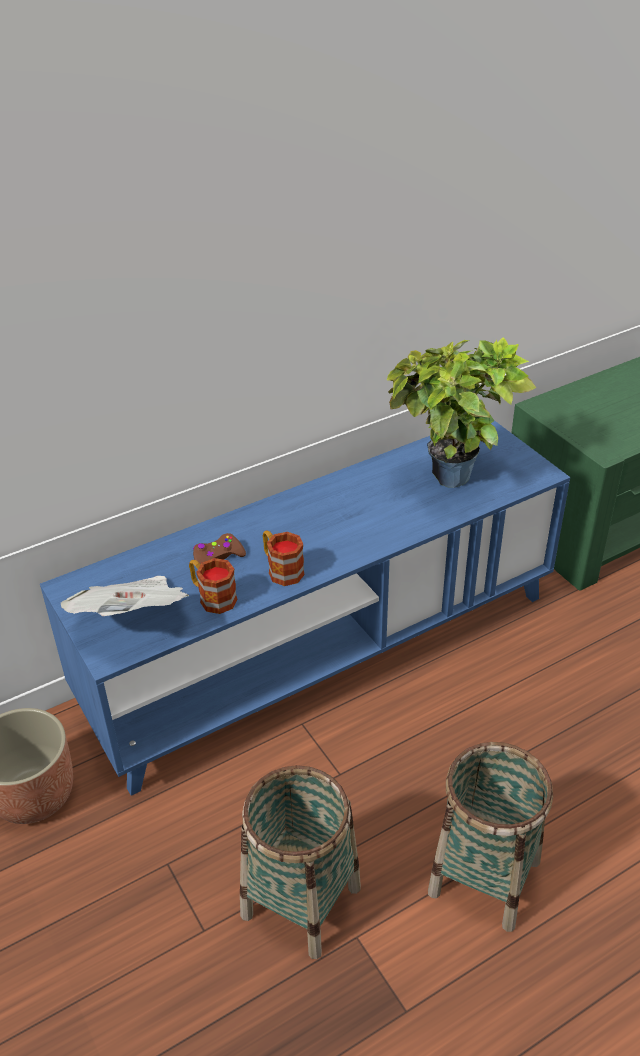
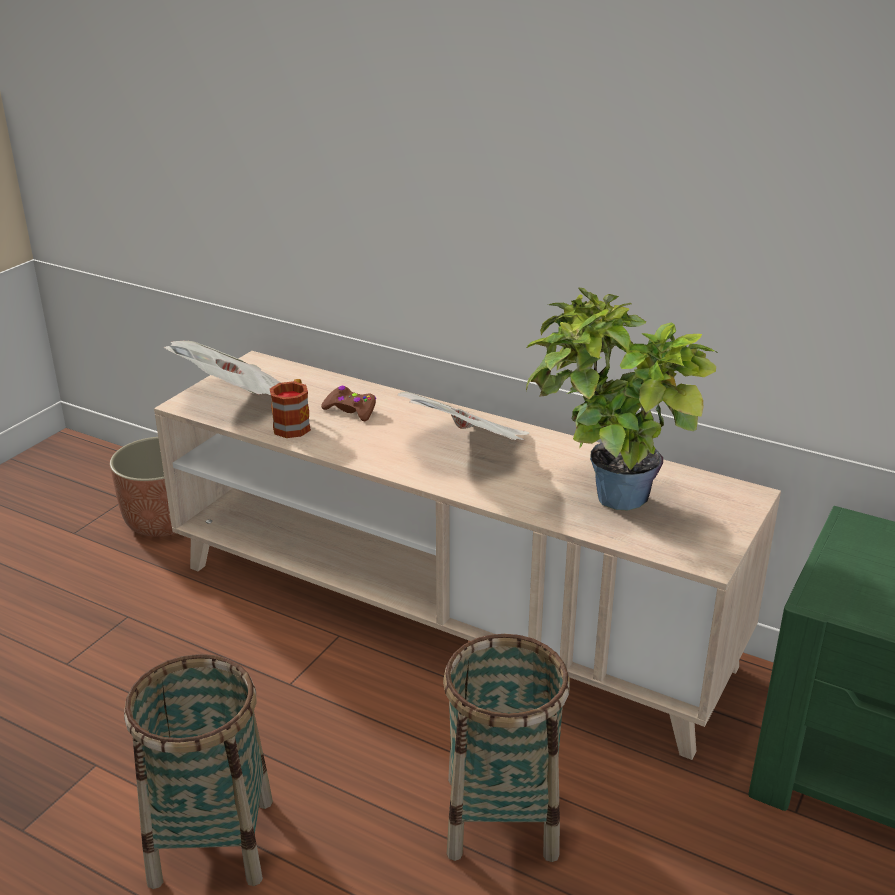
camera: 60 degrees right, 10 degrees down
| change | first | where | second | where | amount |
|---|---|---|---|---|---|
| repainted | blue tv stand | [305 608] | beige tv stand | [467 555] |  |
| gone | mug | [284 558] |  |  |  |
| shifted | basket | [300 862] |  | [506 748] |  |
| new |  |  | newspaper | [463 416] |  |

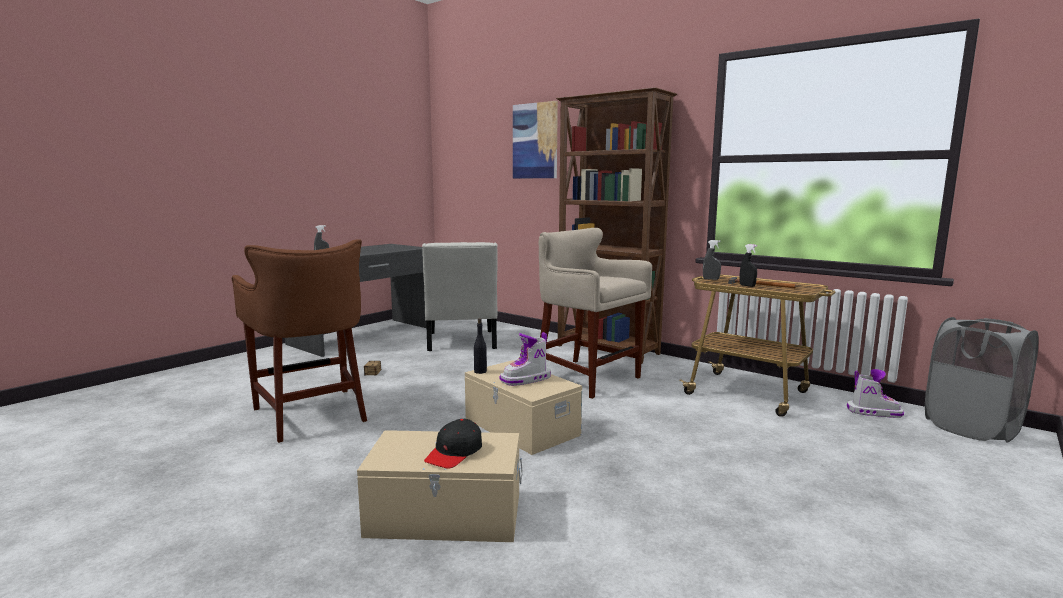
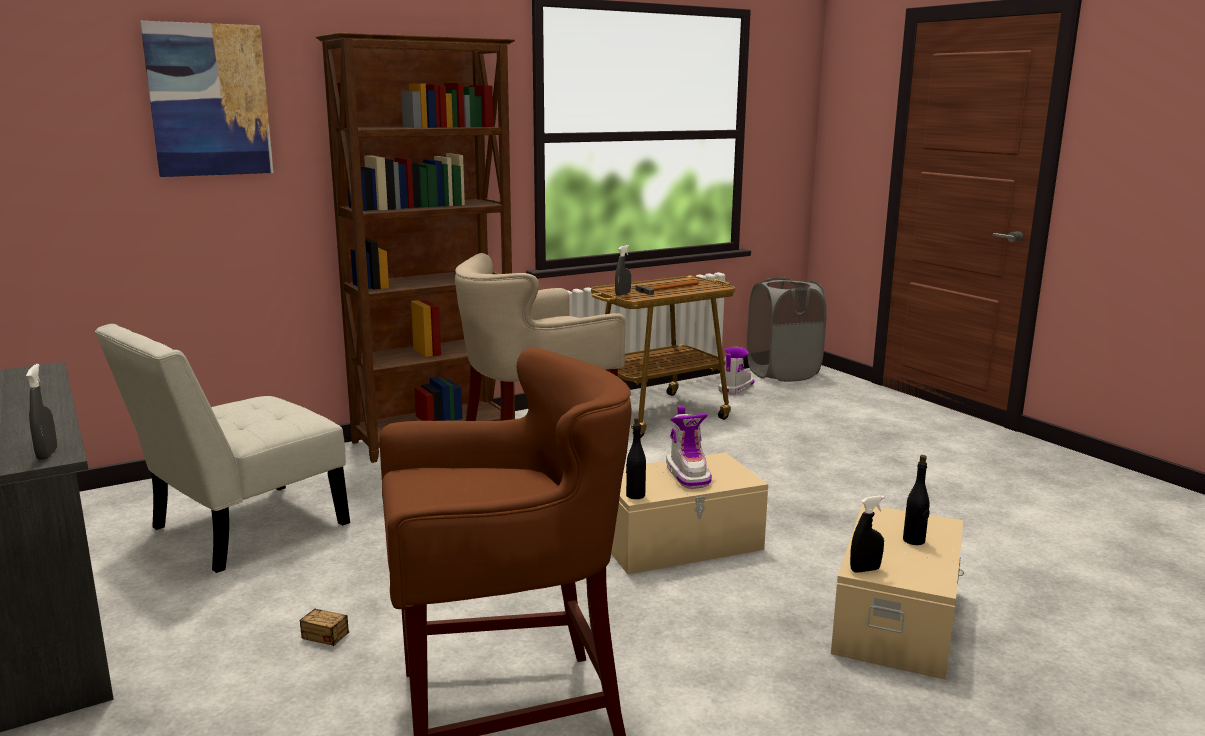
camera: 70 degrees left, 5 degrees up
| change | first | where | second | where | amount |
|---|---|---|---|---|---|
| rotated | white chair | [460 296] |  | [222 448] | 120 degrees clockwise |
| shifted | black spray bottle | [748 265] |  | [867 534] |  |
| swapped | black cap | [453 444] | black bottle | [916 500] |  |

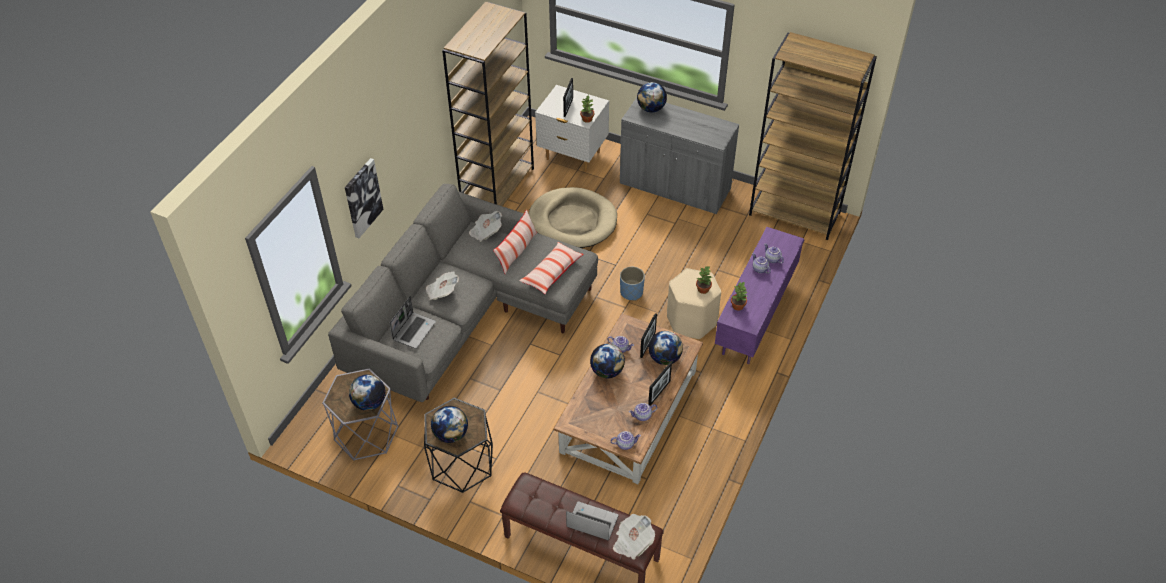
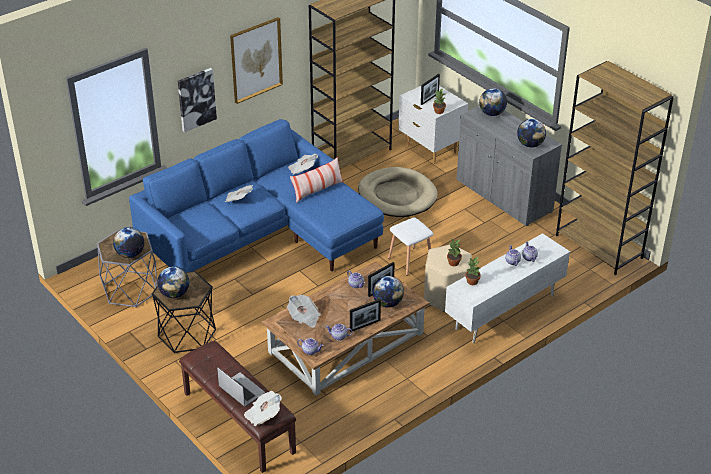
camera: 25 degrees right, 10 degrees down
| change | first | where | second | where | amount |
|---|---|---|---|---|---|
| repainted | grey sofa | [463 293] | blue sofa | [256 195] |  |
| repainted | purple tv stand | [759 295] | white tv stand | [507 288] |  |
| gone | pillow | [551 268] |  |  |  |
| swapped | blue planter | [632 284] | white stool | [410 247] |  |
| gone | laptop | [412 322] |  |  |  |
| shifted | globe | [607 361] |  | [531 133] |  |
| new |  |  | picture | [256 60] |  |
| new |  |  | newspaper | [304 311] |  |

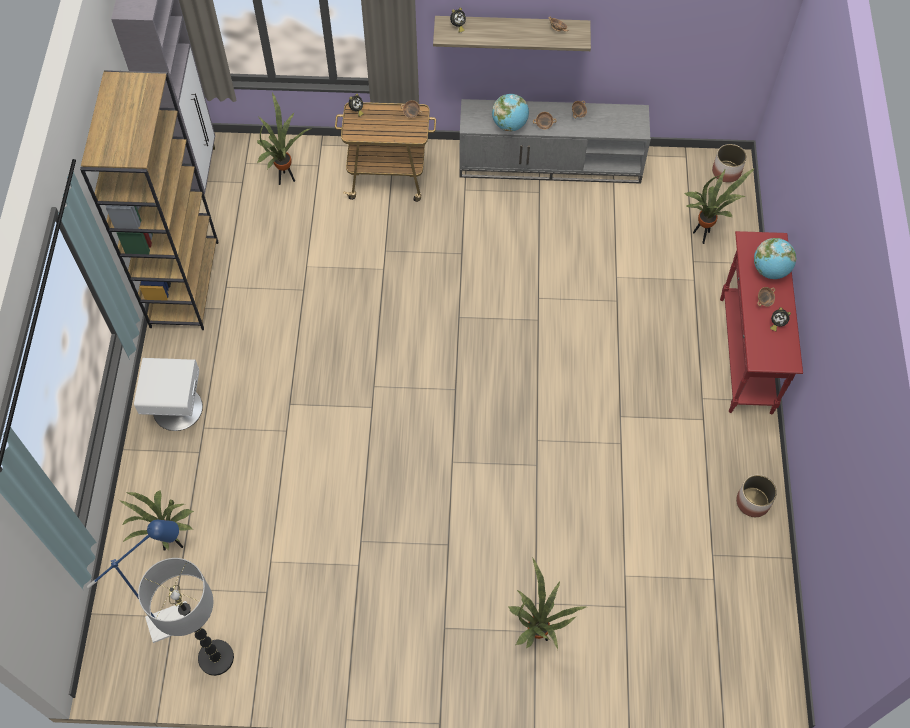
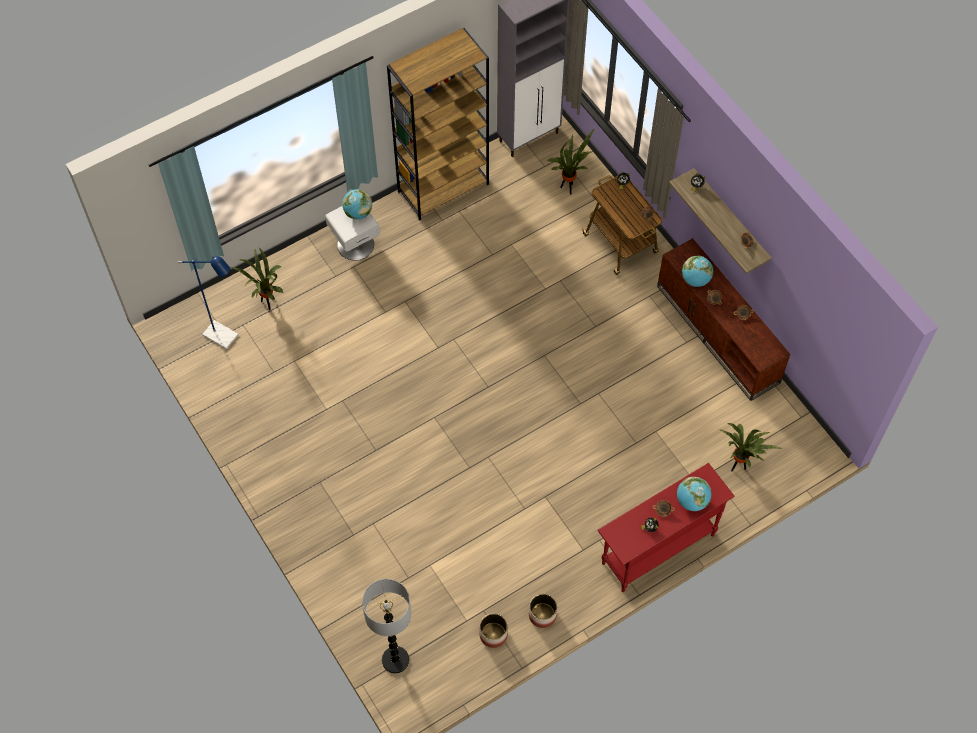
camera: 55 degrees right, 0 degrees up
| change | first | where | second | where | amount |
|---|---|---|---|---|---|
| repainted | grey tv stand | [555 141] | brown tv stand | [723 319] |  |
| shifted | planter | [729 163] |  | [493 630] |  |
| shifted | floor lamp | [186 617] |  | [386 626] |  |
| gone | potted plant | [547 604] |  |  |  |
| new |  |  | globe | [357 204] |  |

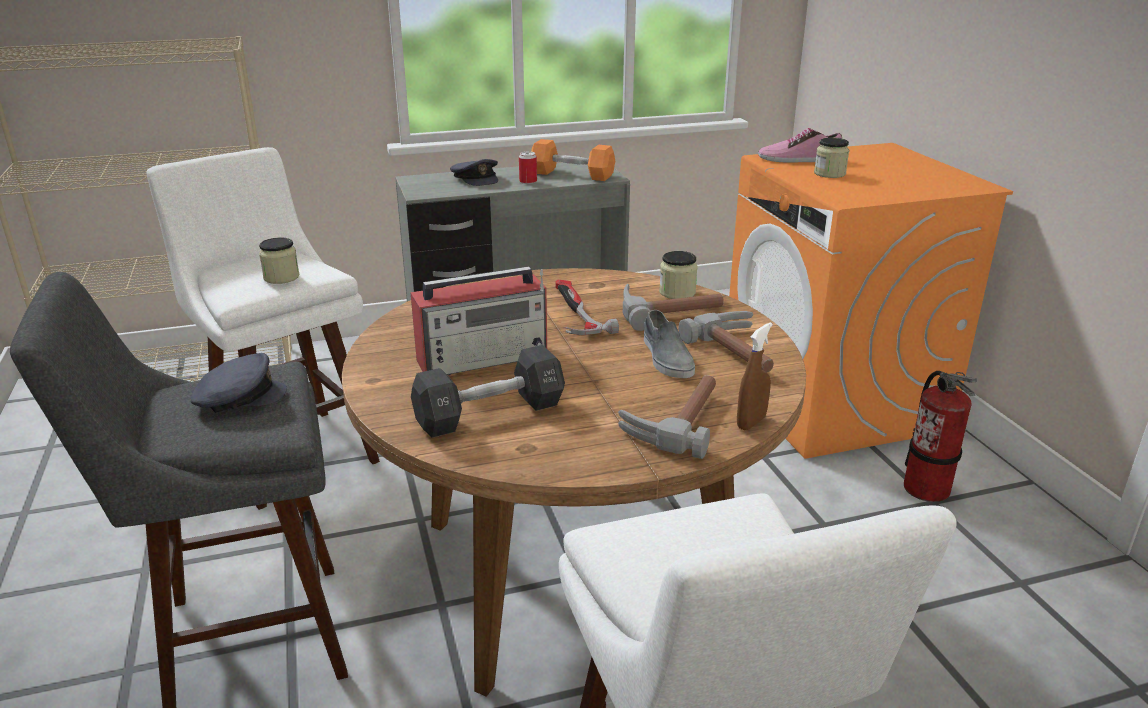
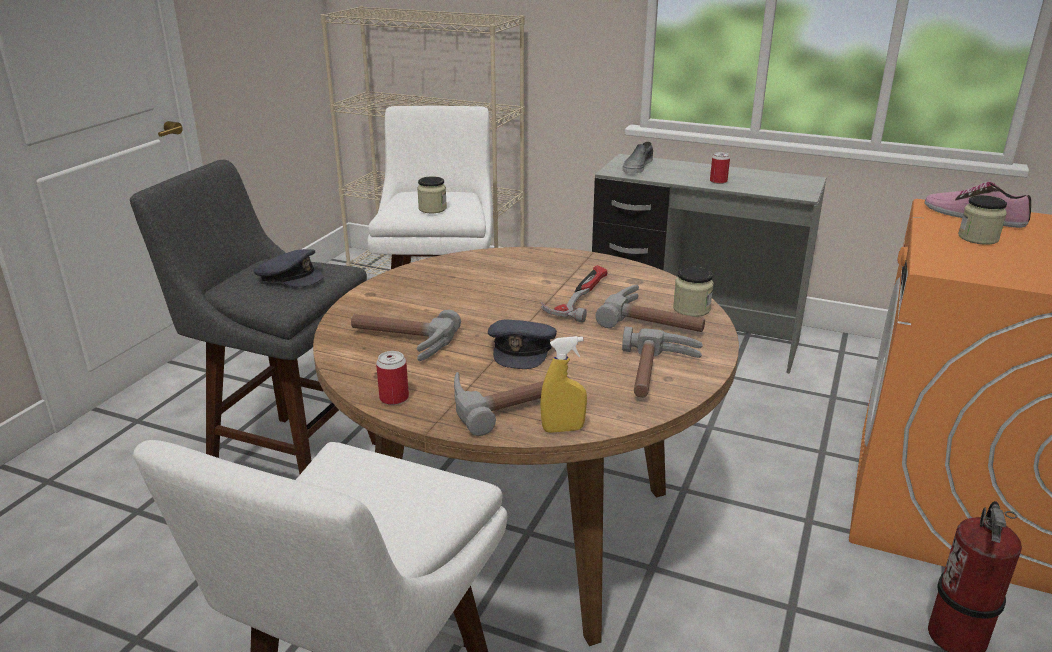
camera: 40 degrees right, 0 degrees up
| change | first | where | second | where | amount |
|---|---|---|---|---|---|
| gone | orange dumbbell | [573 160] |  |  |  |
| shifted | grey cap | [474 172] |  | [522 344] |  |
| gone | radio | [478 320] |  |  |  |
| shifted | grey shoe | [669 344] |  | [638 157] |  |
| repainted | brown spray bottle | [755 376] | yellow spray bottle | [563 384] |  |
| swapped | black dumbbell | [488 391] | hammer | [406 335] |  |
| new |  |  | can | [392 378] |  |

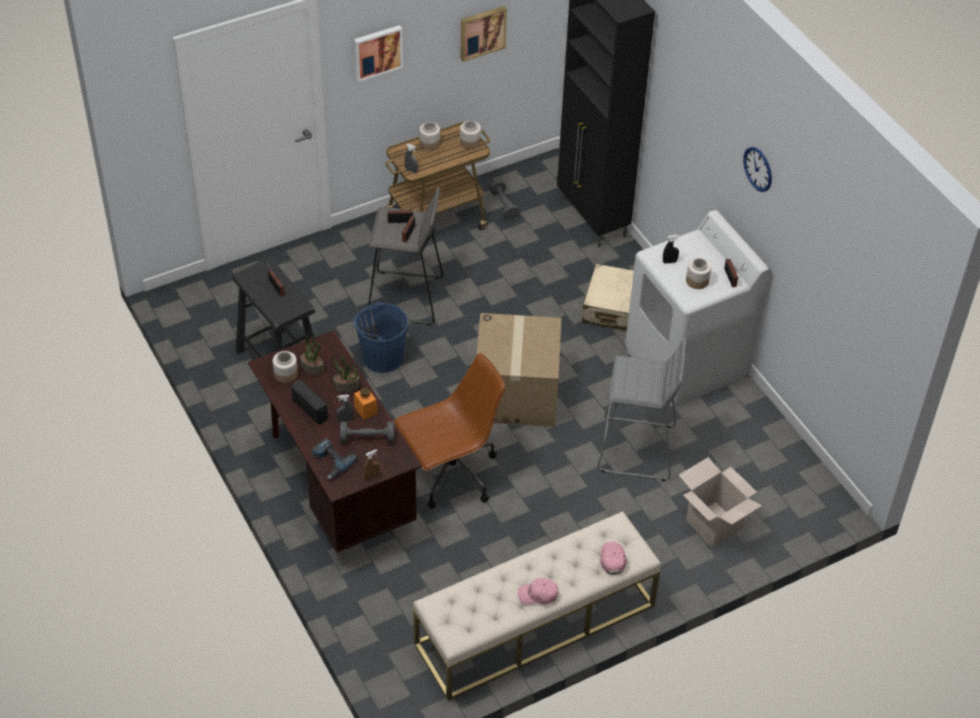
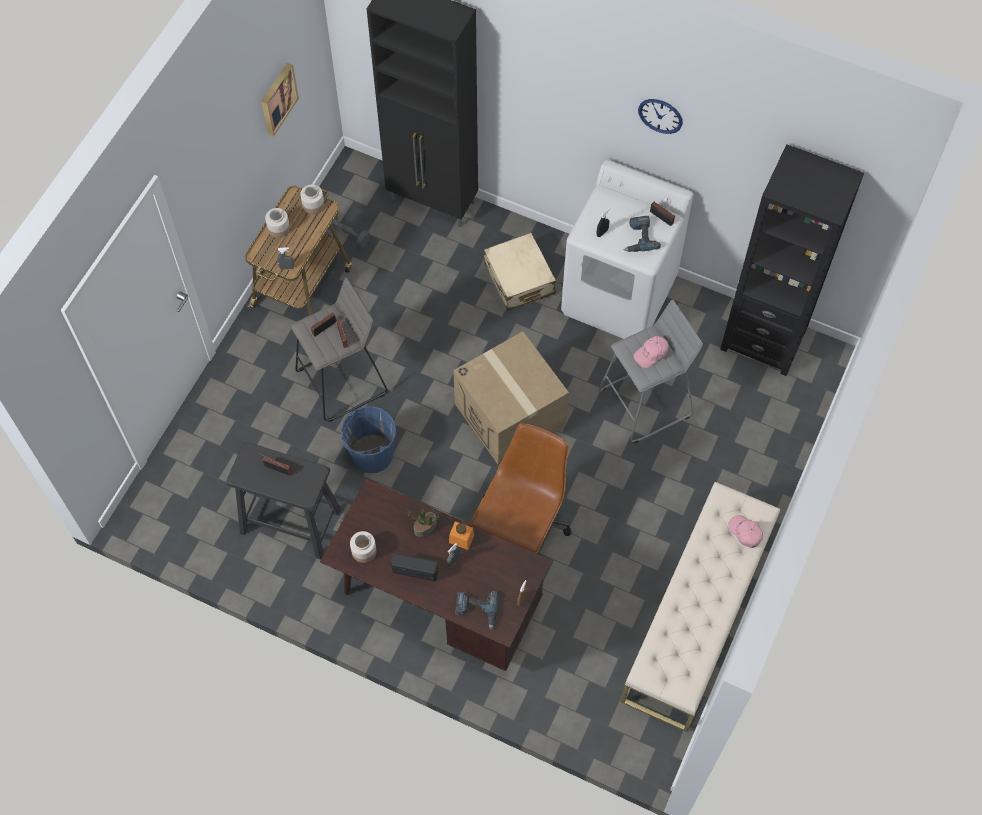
camera: 35 degrees left, 15 degrees up
| change | first | where | second | where | amount |
|---|---|---|---|---|---|
| gone | picture | [378 53] |  |  |  |
| swapped | jar | [698 273] | power drill | [642 234] |  |
| gone | potted plant | [312 353] |  |  |  |
| gone | grey dumbbell | [367 432] |  |  |  |
| gone | cardboard box | [720 502] |  |  |  |
| shifted | pink cap | [538 591] |  | [651 352] |  |
| new |  |  | black bookcase | [792 260] |  |

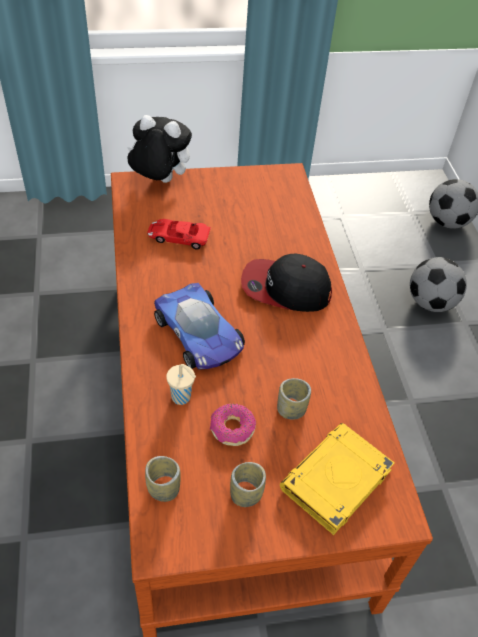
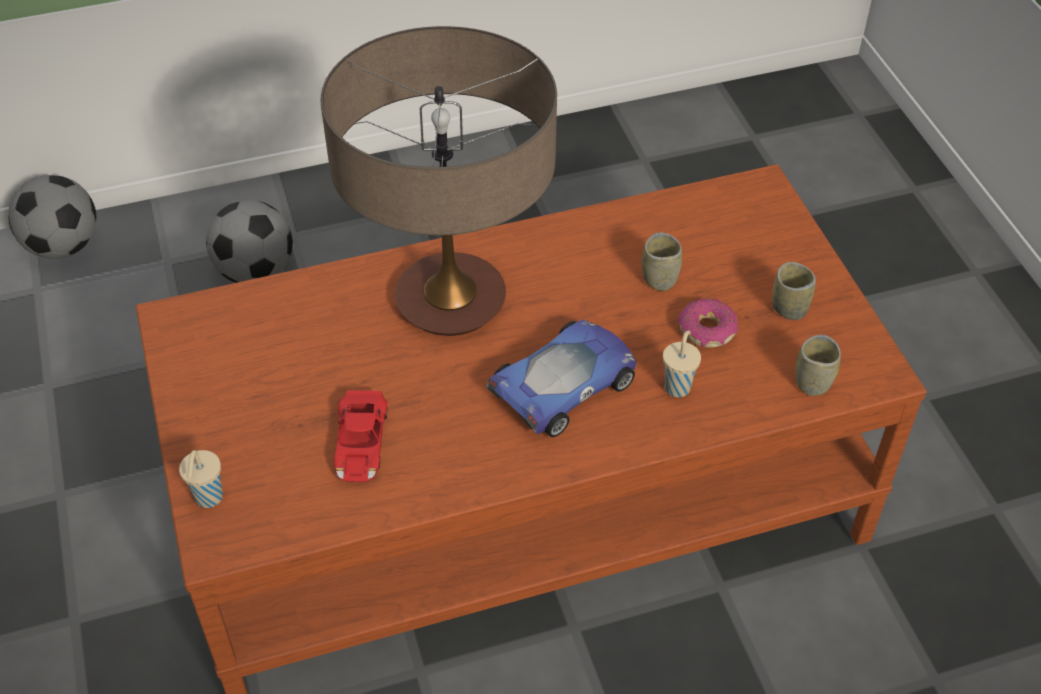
camera: 95 degrees left, 0 degrees up
| change | first | where | second | where | amount |
|---|---|---|---|---|---|
| swapped | plush toy | [159 149] | beige cup | [201 479] |  |
| swapped | cap | [286 283] | table lamp | [439 181] |  |
| gone | yellow book | [337 479] |  |  |  |

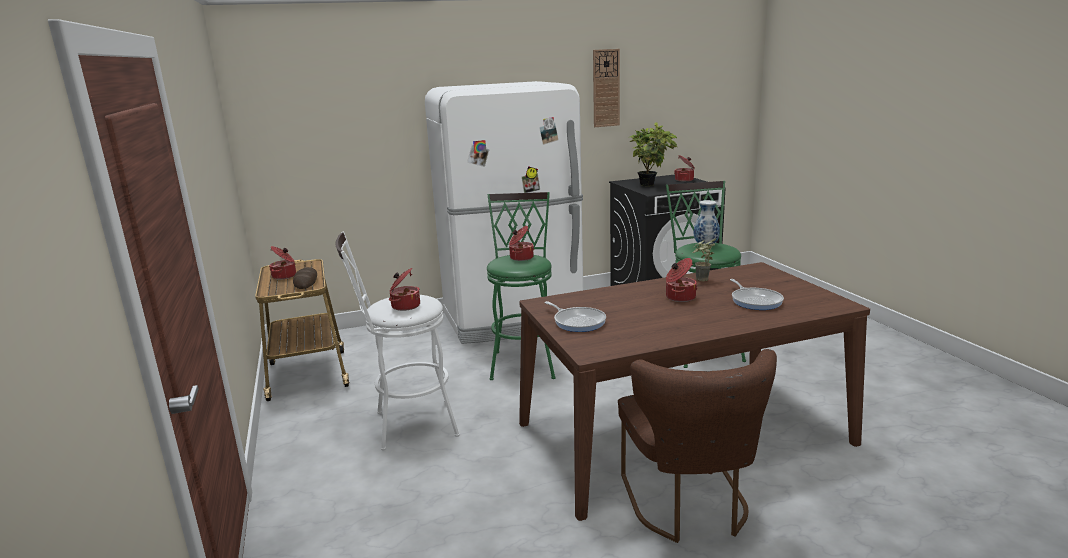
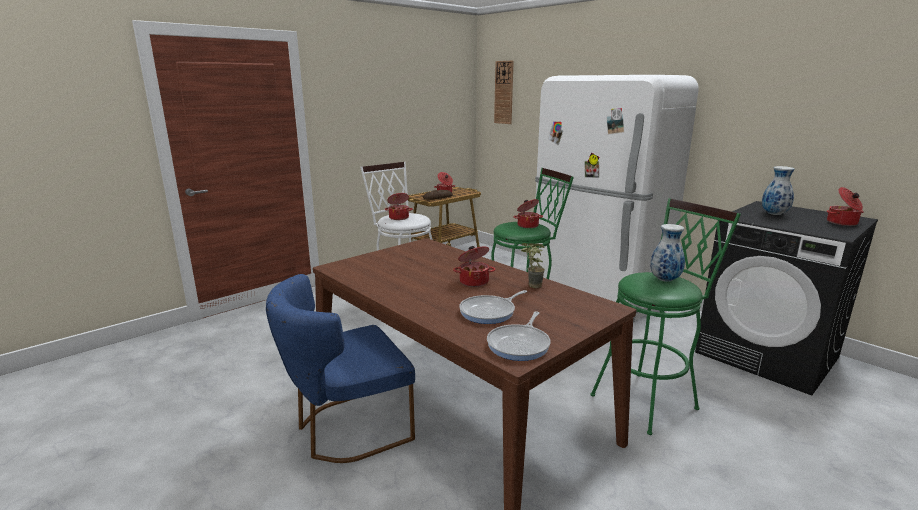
camera: 65 degrees right, 0 degrees up
| change | first | where | second | where | amount |
|---|---|---|---|---|---|
| shifted | wall clock | [606 88] |  | [504 92] |  |
| swapped | potted plant | [653 154] | vase | [778 190] |  |
| shifted | frying pan | [575 316] |  | [519 336] |  |
| repainted | brown chair | [697 446] | blue chair | [340 368] |  |

